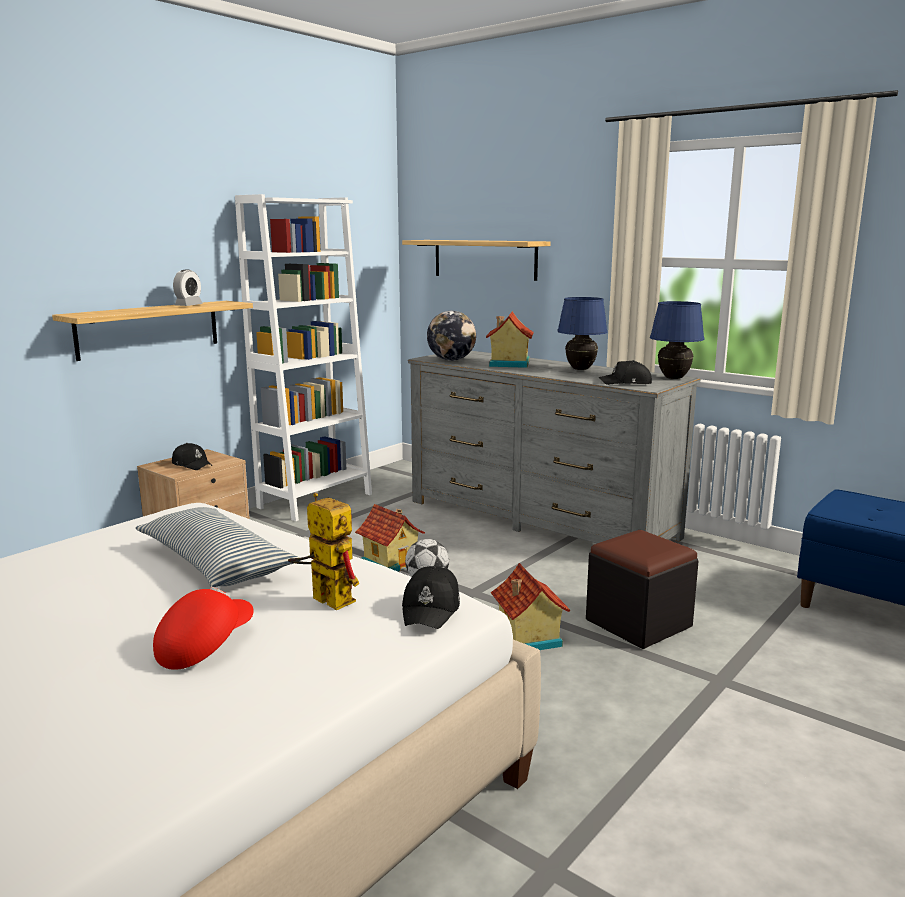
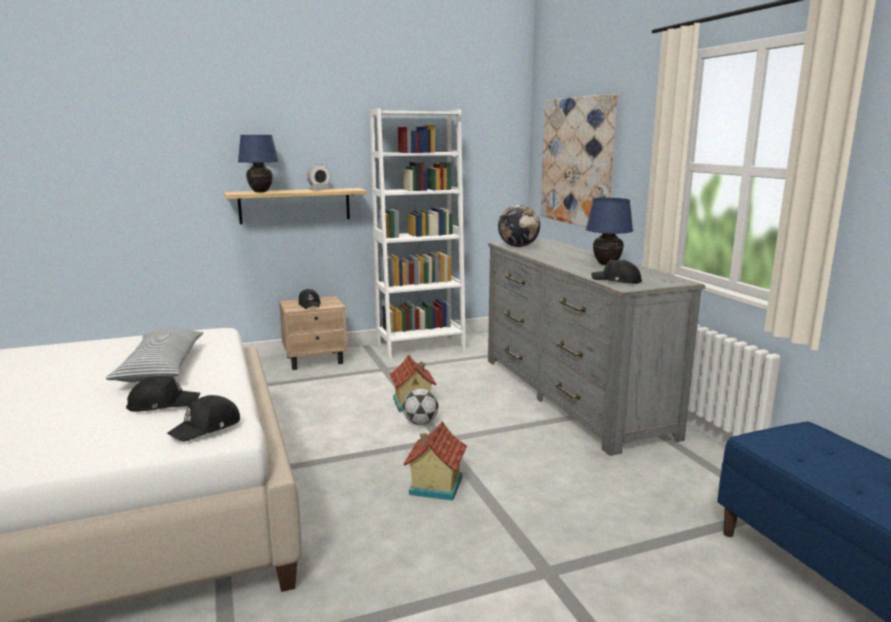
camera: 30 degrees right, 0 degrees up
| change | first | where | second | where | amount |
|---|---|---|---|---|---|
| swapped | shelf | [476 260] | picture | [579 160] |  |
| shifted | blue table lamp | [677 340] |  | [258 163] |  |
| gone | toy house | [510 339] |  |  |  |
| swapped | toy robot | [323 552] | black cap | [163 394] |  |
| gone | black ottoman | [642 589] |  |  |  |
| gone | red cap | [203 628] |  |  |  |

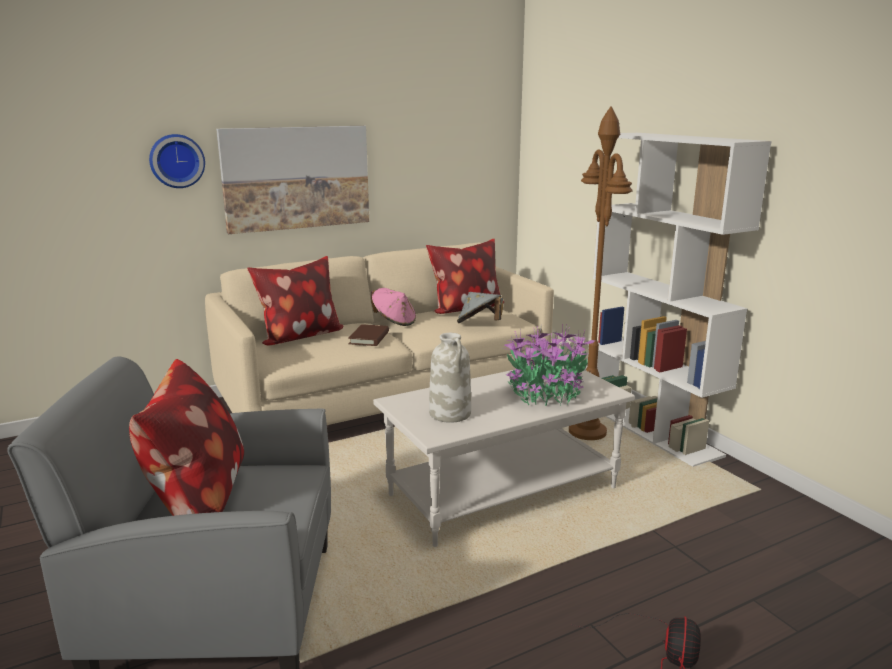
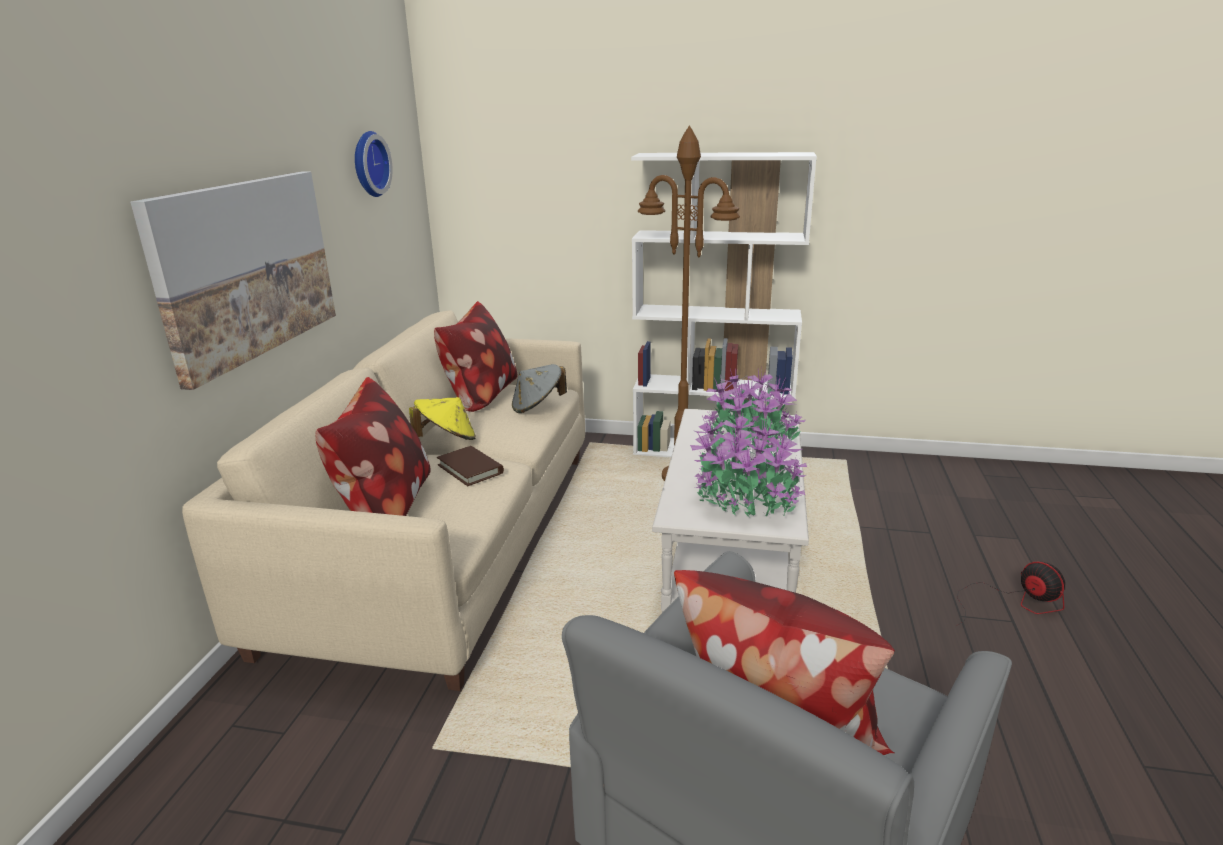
camera: 50 degrees left, 5 degrees up
| change | first | where | second | where | amount |
|---|---|---|---|---|---|
| shifted | wall clock | [177 161] |  | [374 164] |  |
| repainted | pink hat | [393 307] | yellow hat | [442 418] |  |
| swapped | white vase | [450 378] | potted plant | [748 464] |  |

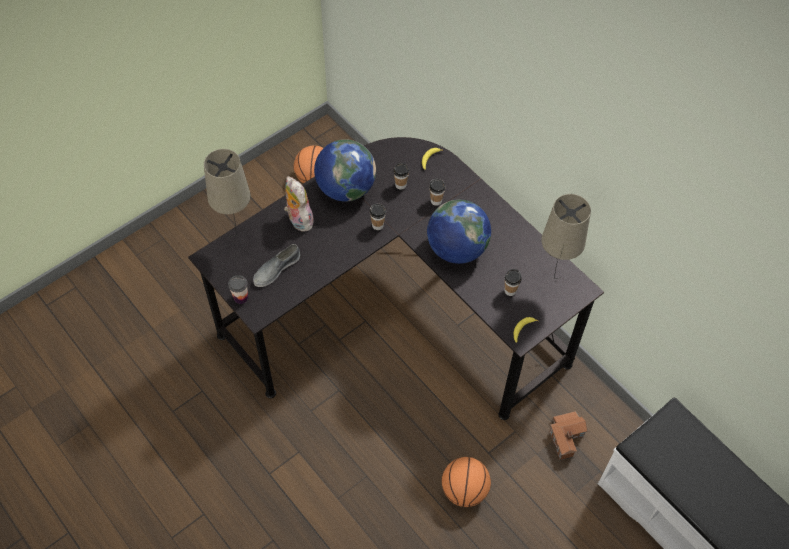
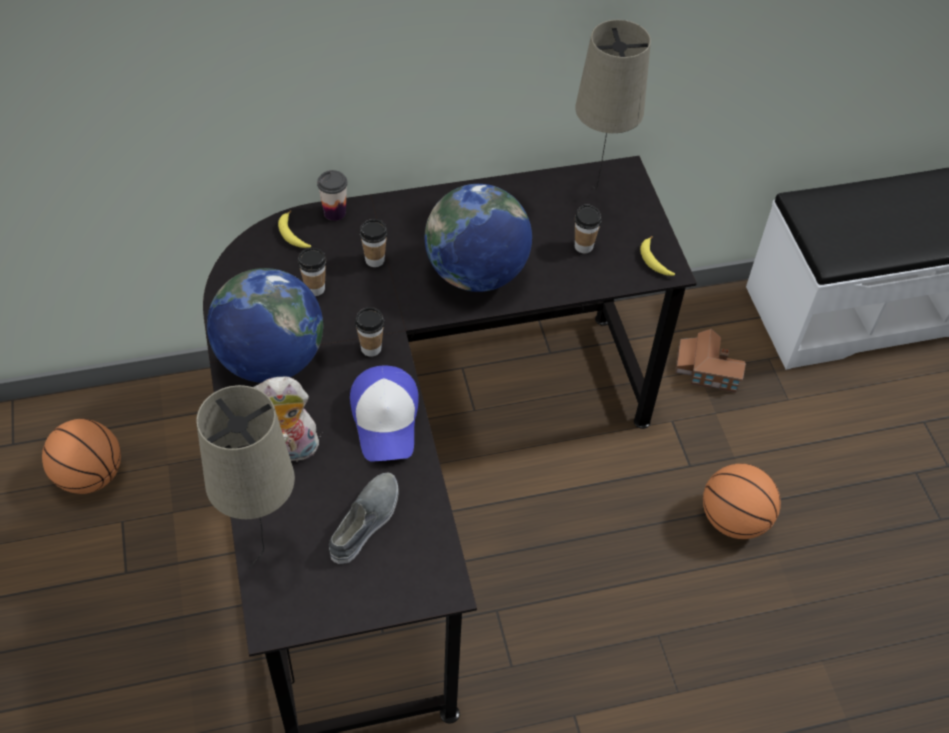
camera: 65 degrees left, 5 degrees down
| change | first | where | second | where | amount |
|---|---|---|---|---|---|
| rotated | grey shoe | [276 265] |  | [364 518] | 135 degrees counterclockwise |
| shifted | cup | [238 289] |  | [332 195] |  |
| new |  |  | cap | [384 413] |  |

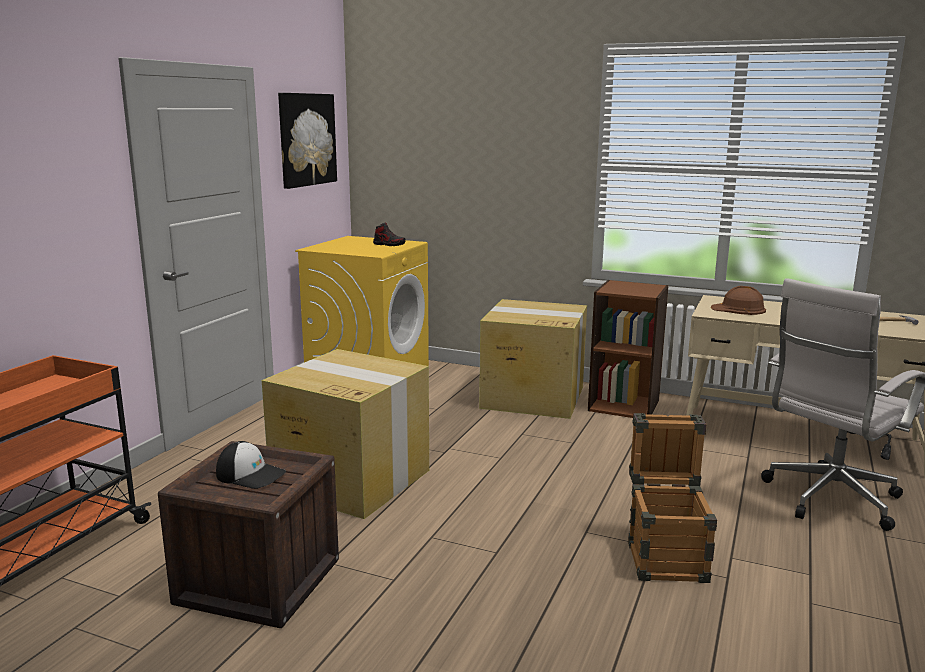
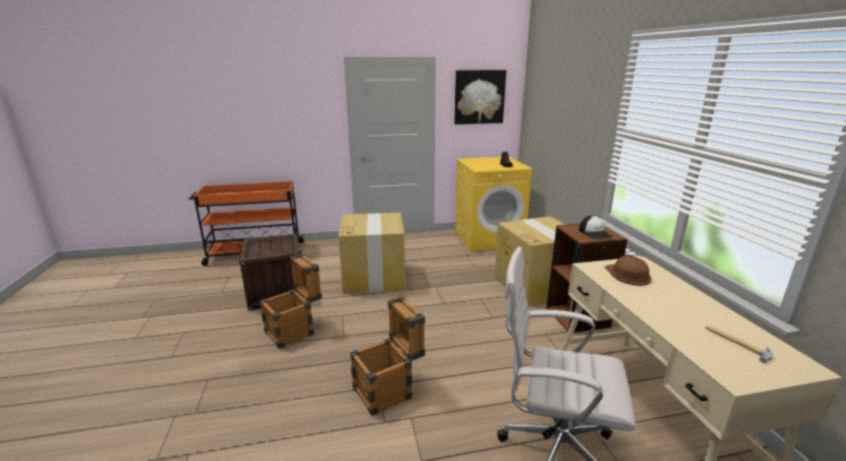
camera: 55 degrees right, 5 degrees up
| change | first | where | second | where | amount |
|---|---|---|---|---|---|
| shifted | cap | [251 465] |  | [595 227] |  |
| new |  |  | crate | [291 301] |  |

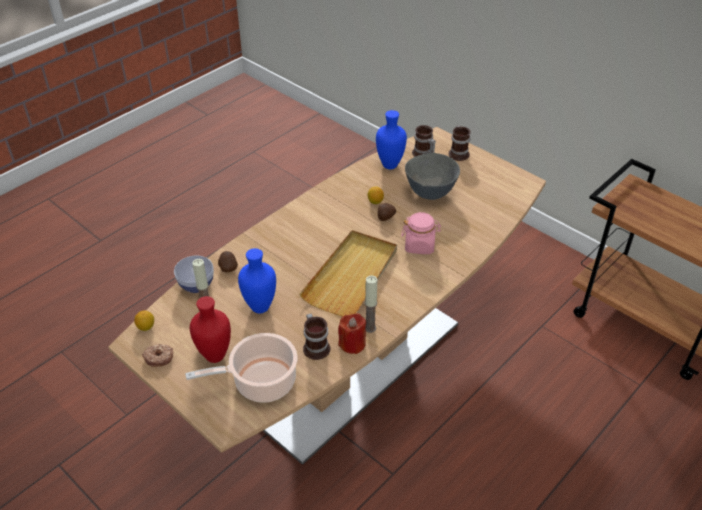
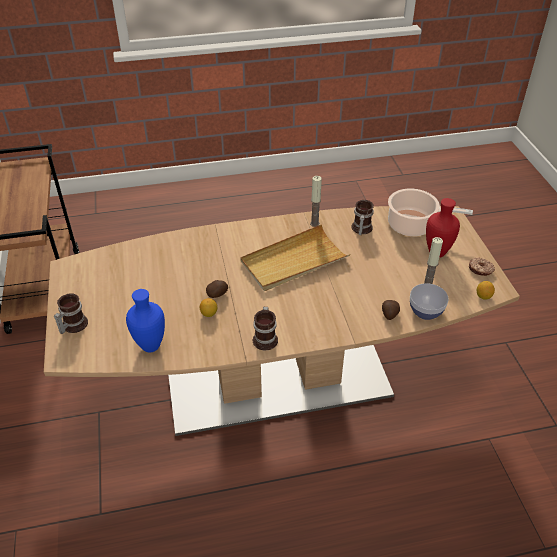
camera: 145 degrees left, 0 degrees up
| change | first | where | second | where | amount |
|---|---|---|---|---|---|
| shifted | mug | [424 141] |  | [265 328] |  |
| gone | grey bowl | [432 176] |  |  |  |
| gone | pink jar | [421 233] |  |  |  |
| gone | blue vase | [257 280] |  |  |  |
| gone | red candle | [352 333] |  |  |  |

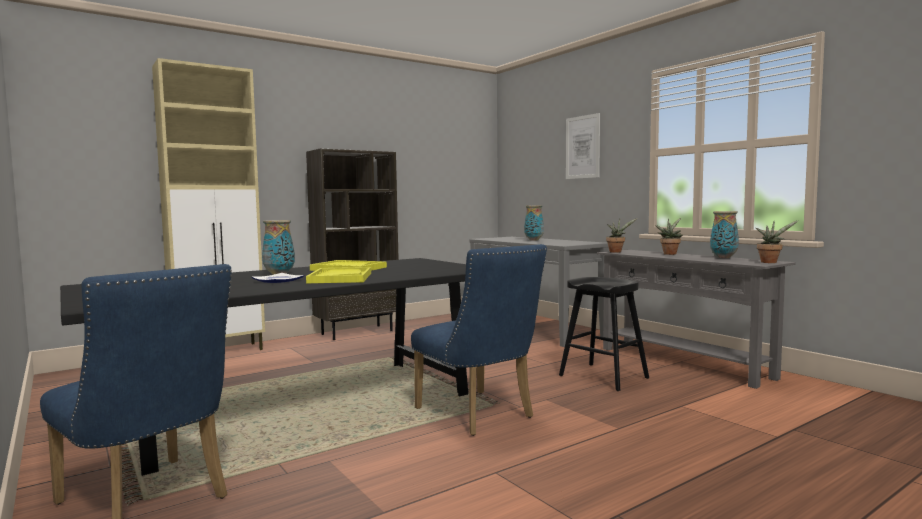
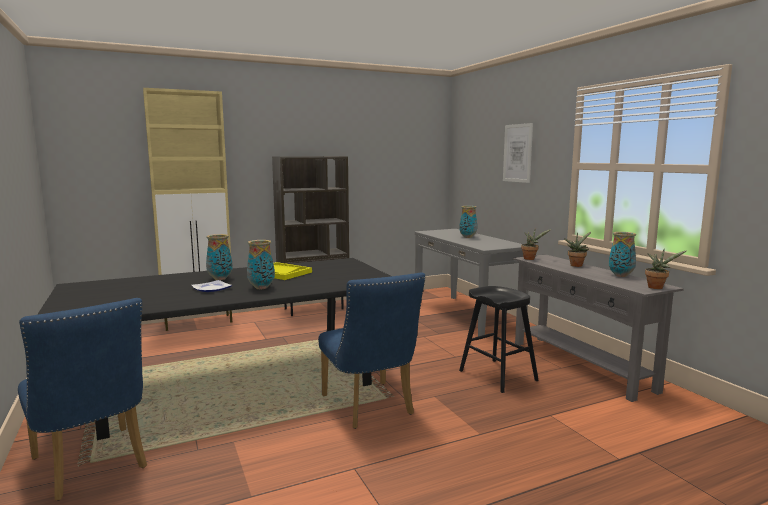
camera: 10 degrees right, 5 degrees up
| change | first | where | second | where | amount |
|---|---|---|---|---|---|
| swapped | yellow tray | [338 275] | vase | [261 264] |  |

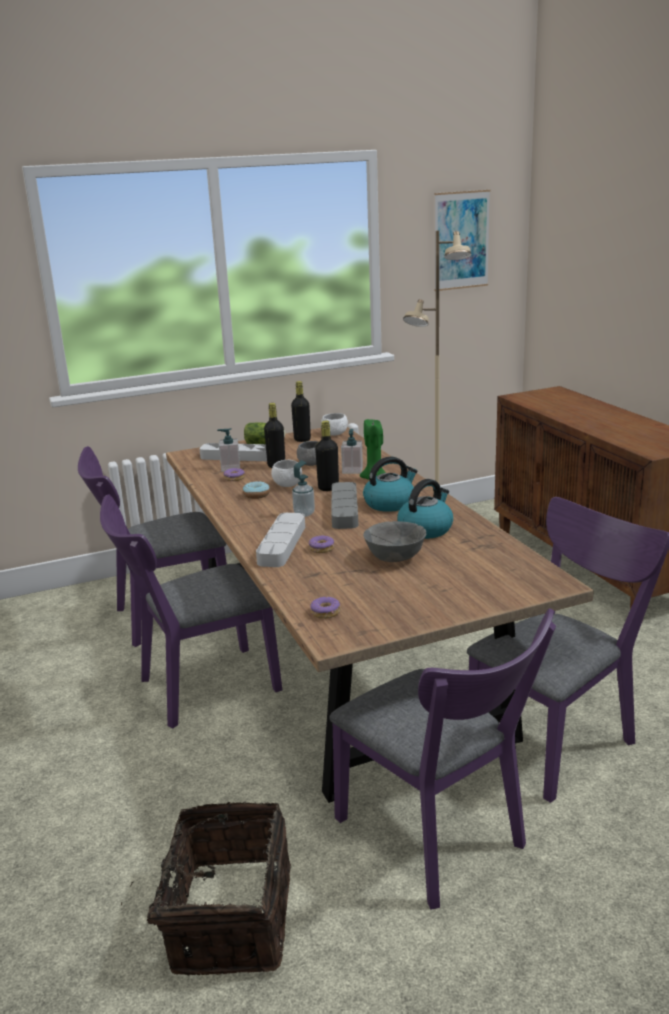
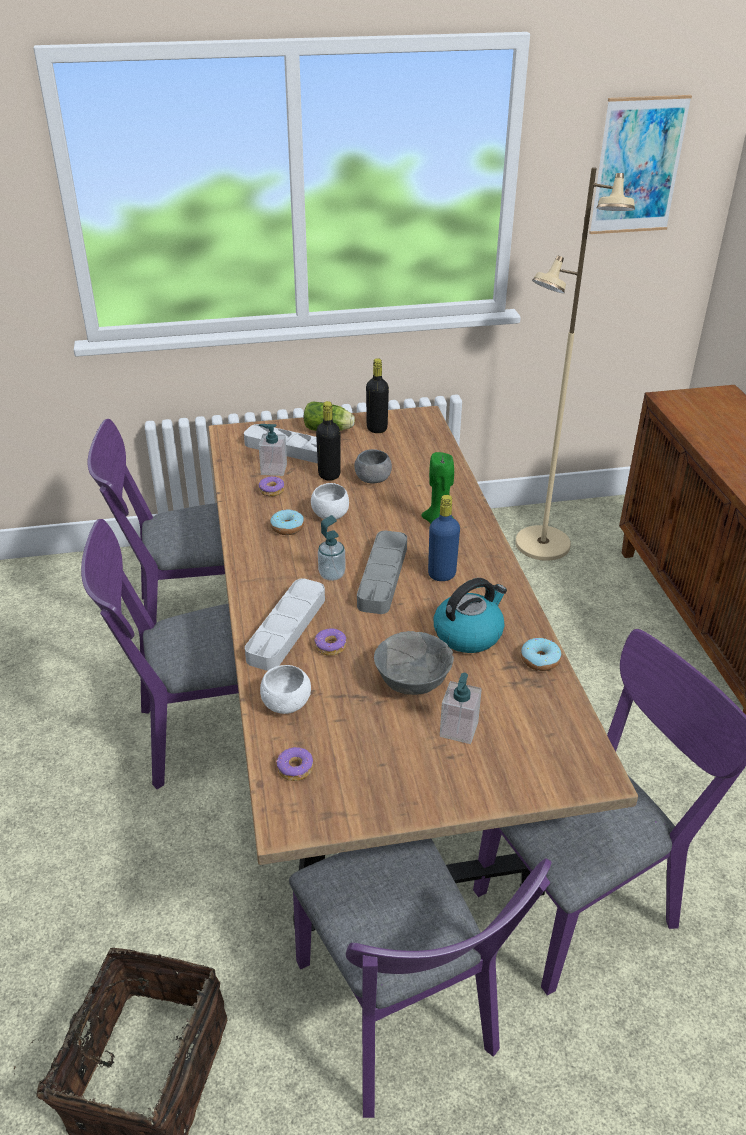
camera: 10 degrees right, 15 degrees up
| change | first | where | second | where | amount |
|---|---|---|---|---|---|
| shifted | white bowl | [334 424] |  | [285 689] |  |
| gone | black bottle | [327 456] |  |  |  |
| shifted | soap dispenser | [352 451] |  | [461 708] |  |
| swapped | kettle | [390 484] | blue bottle | [444 538] |  |
| new |  |  | donut | [541 654] |  |

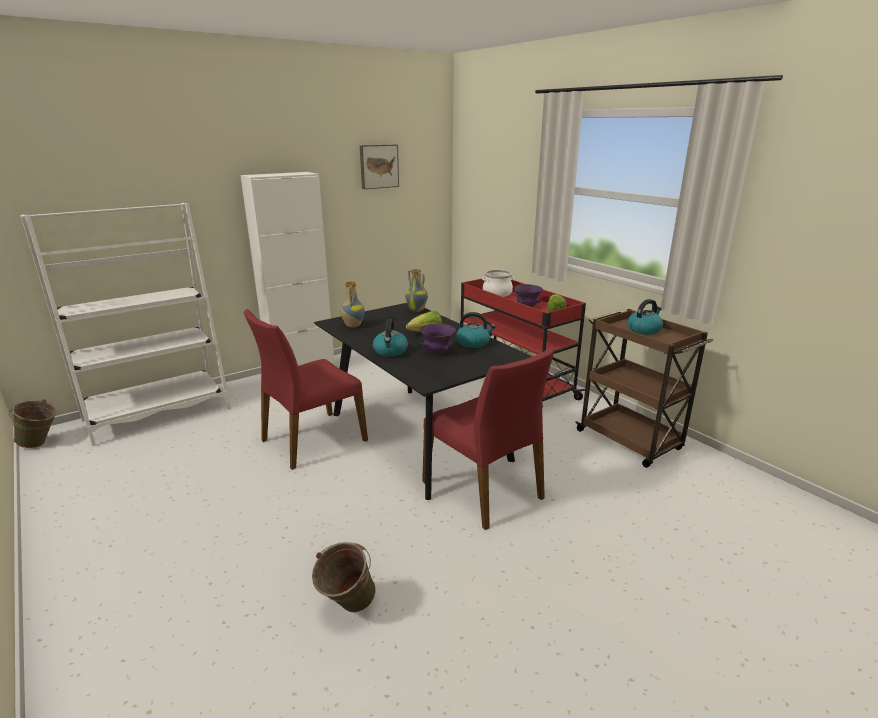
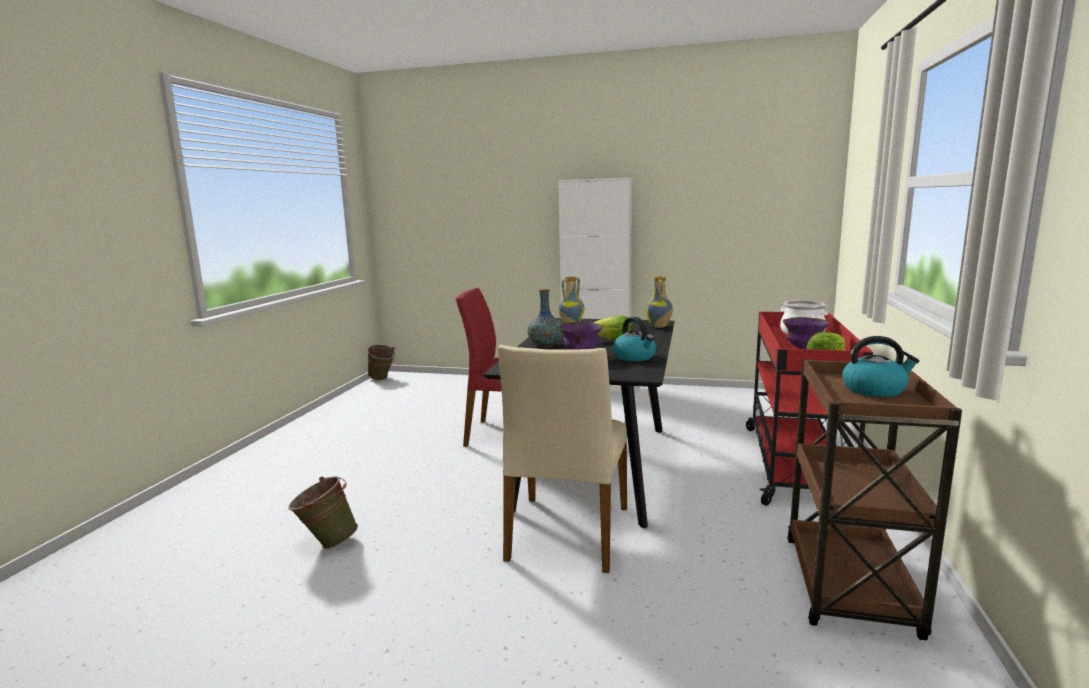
camera: 50 degrees right, 10 degrees down
| change | first | where | second | where | amount |
|---|---|---|---|---|---|
| gone | picture | [379 167] |  |  |  |
| gone | white bookcase | [126 324] |  |  |  |
| swapped | kettle | [390 338] | vase | [545 318] |  |
| repainted | red chair | [488 438] | beige chair | [562 459] |  |

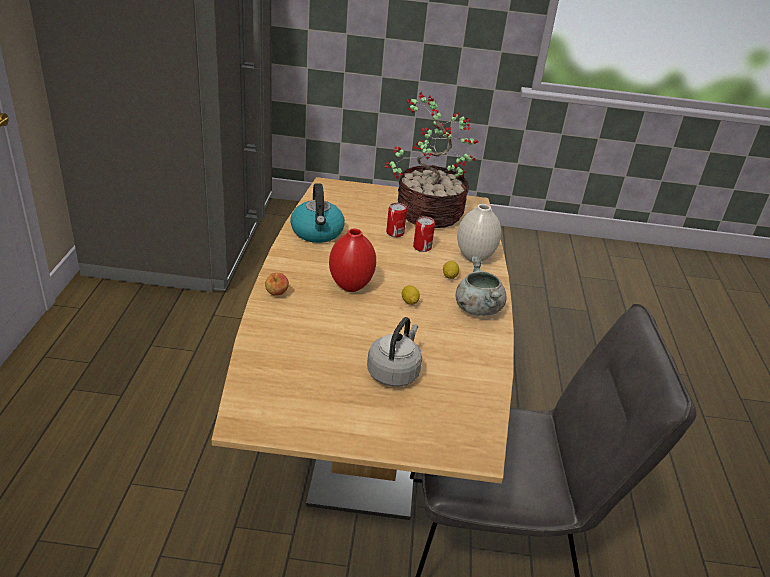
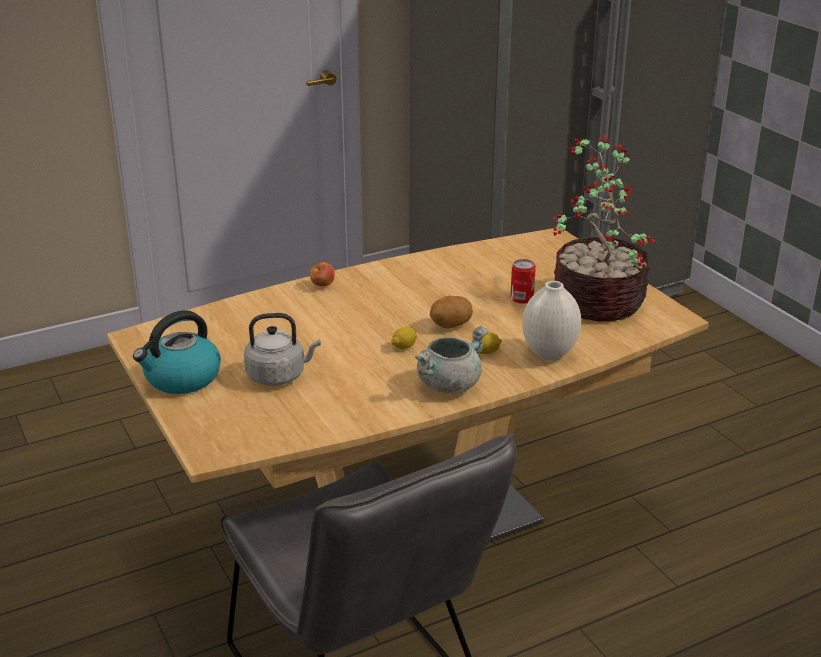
camera: 60 degrees right, 5 degrees down
| change | first | where | second | where | amount |
|---|---|---|---|---|---|
| shifted | kettle | [317 213] |  | [177 352] |  |
| gone | can | [424 234] |  |  |  |
| gone | red vase | [352 260] |  |  |  |
| new |  |  | potato | [451 312] |  |

